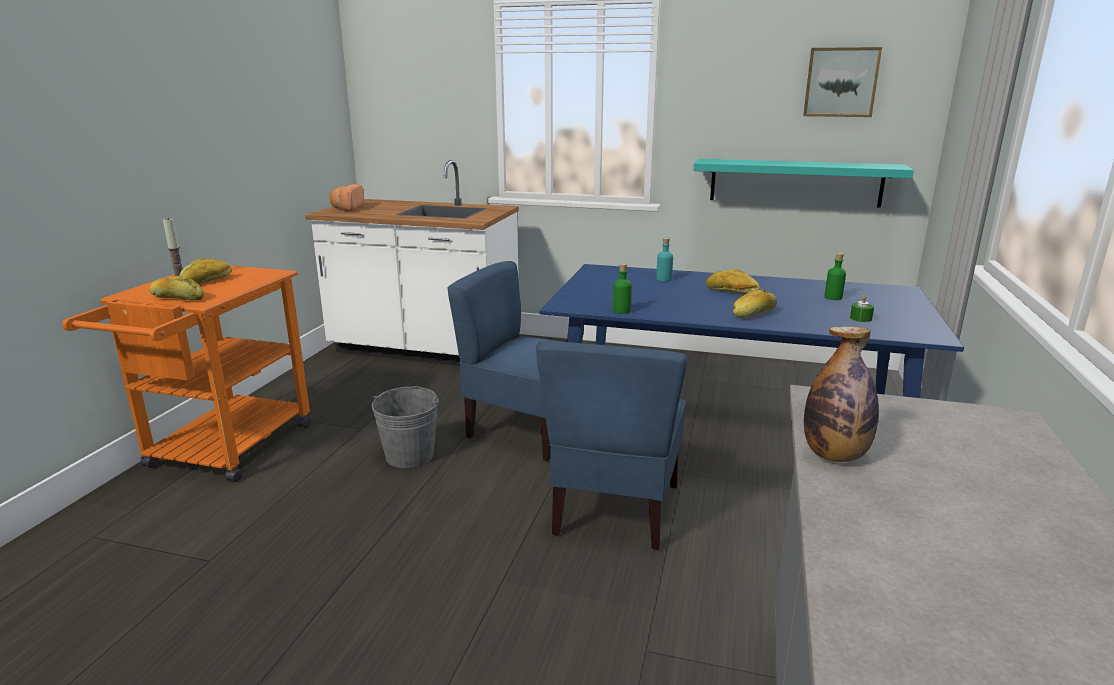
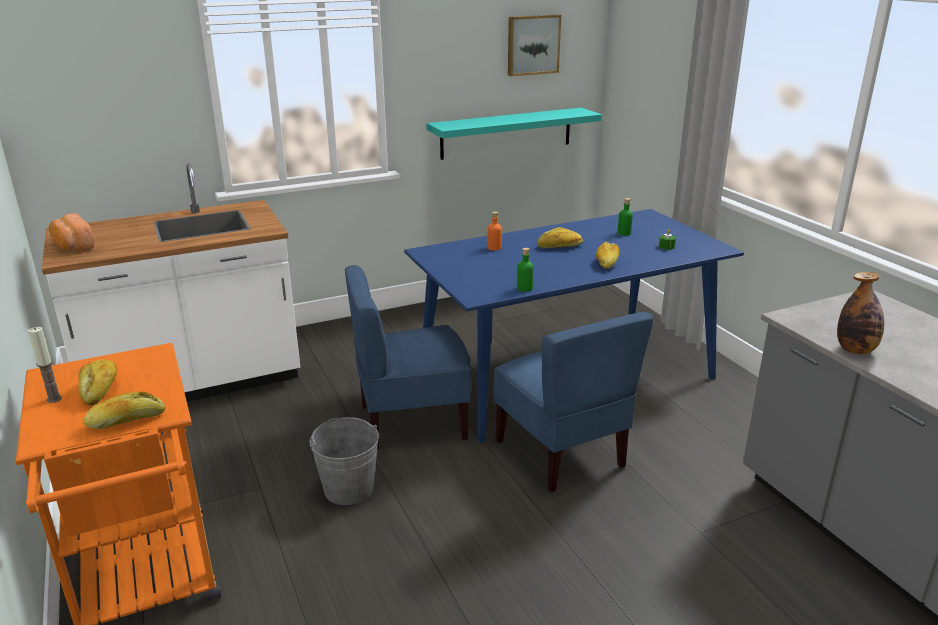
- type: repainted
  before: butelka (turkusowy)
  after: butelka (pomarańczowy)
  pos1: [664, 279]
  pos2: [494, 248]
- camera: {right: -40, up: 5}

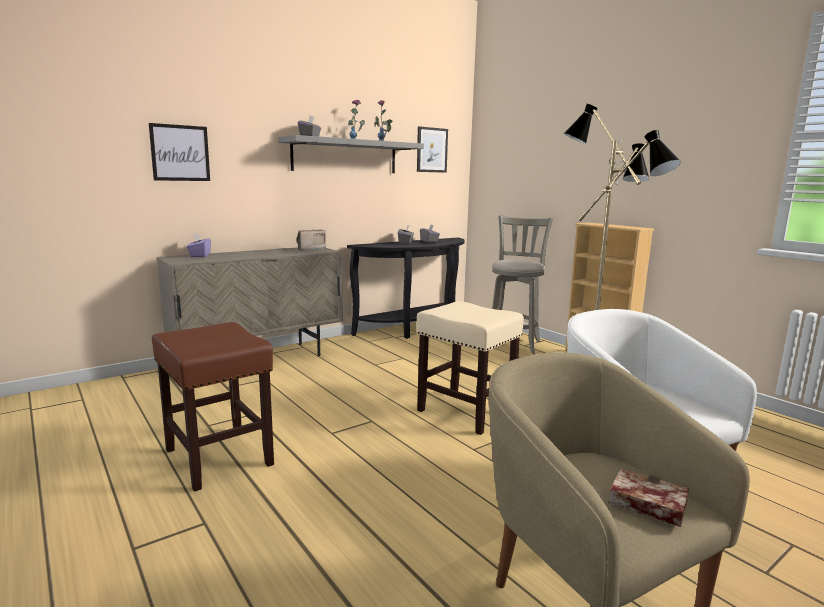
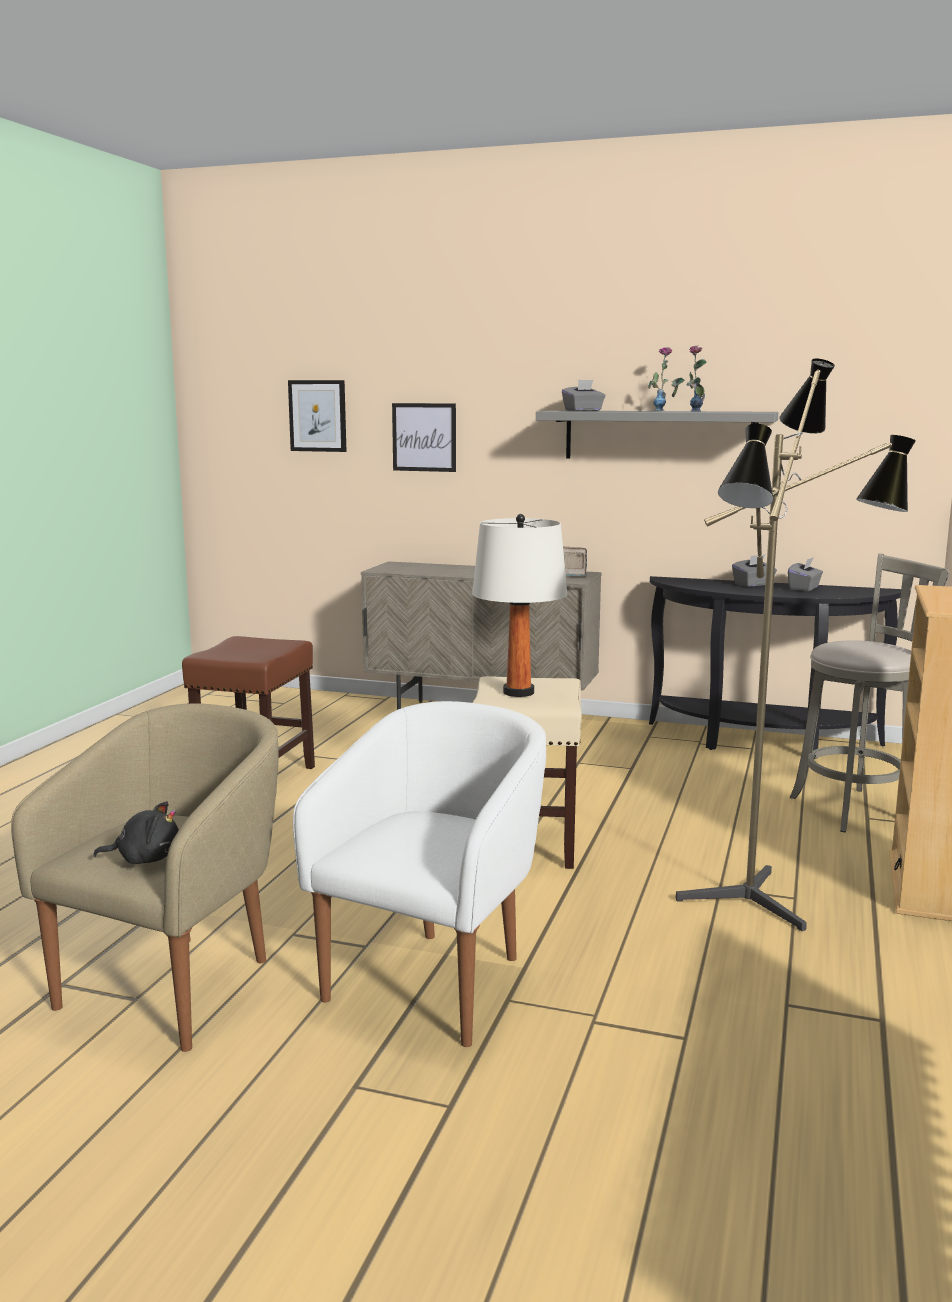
- type: swapped
  before: książka
  after: pluszak (czarny)
  pos1: [644, 503]
  pos2: [145, 859]
- type: shifted
  before: obraz
  pos1: [431, 150]
  pos2: [318, 416]
- type: new
  after: lampa stołowa (biały)
  pos2: [518, 692]
- type: gone
  before: pudełko chusteczek (fioletowy)
  pos1: [199, 255]
- camera: {right: 55, up: 0}

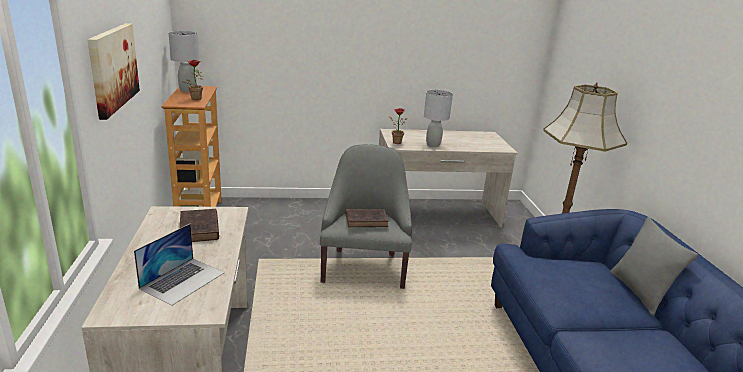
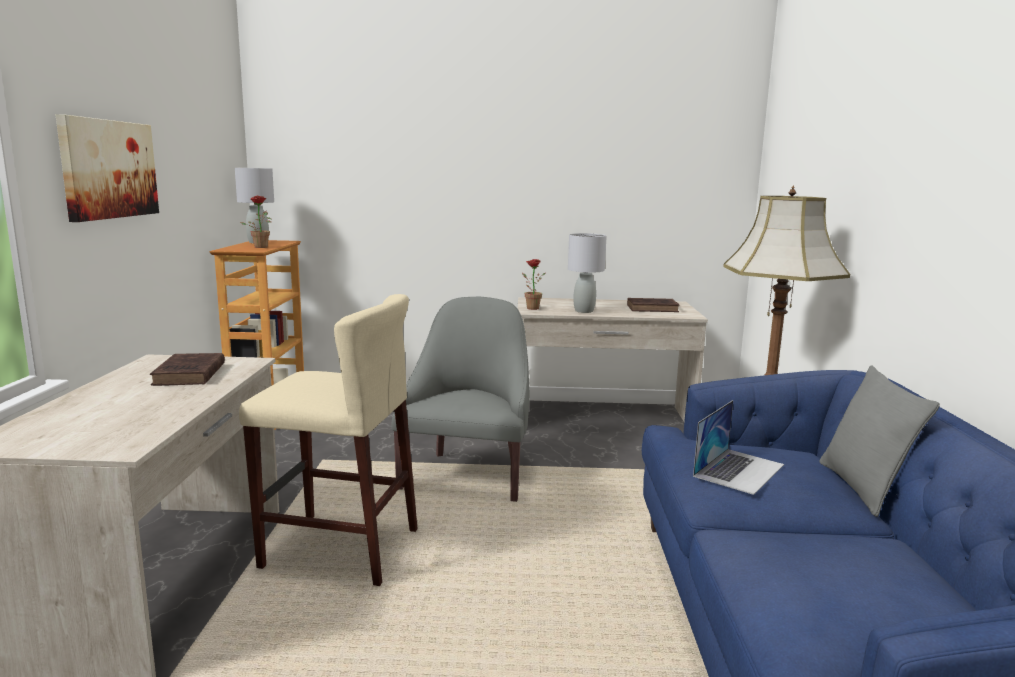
- type: new
  after: stołek (beżowy)
  pos2: [340, 548]
- type: shifted
  before: książka (brązowy)
  pos1: [367, 220]
  pos2: [653, 308]
- type: shifted
  before: laptop
  pos1: [183, 280]
  pos2: [739, 470]
- camera: {right: 10, up: -10}

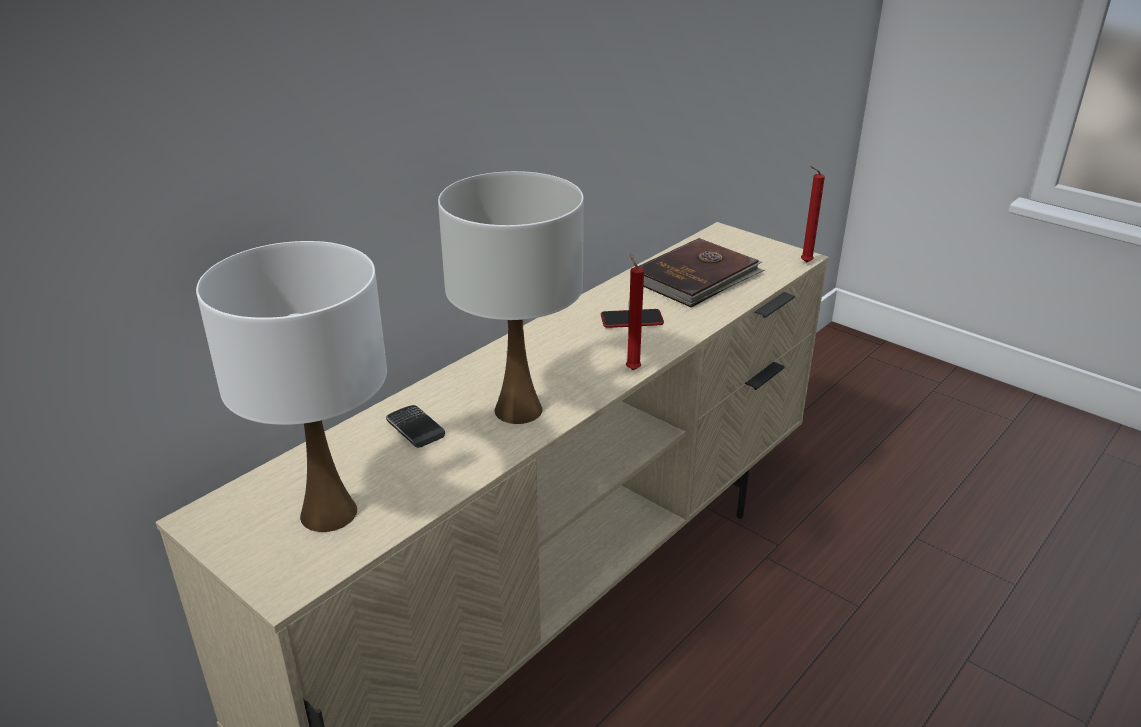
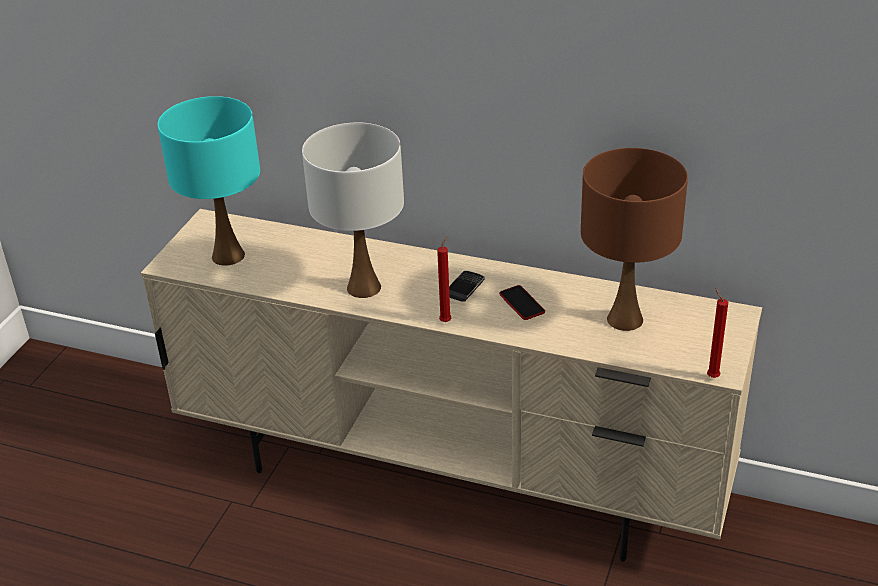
- type: repainted
  before: lampa stołowa (biały)
  after: lampa stołowa (turkusowy)
  pos1: [330, 513]
  pos2: [228, 256]
- type: shifted
  before: telefon
  pos1: [415, 429]
  pos2: [464, 288]
- type: swapped
  before: książka (brązowy)
  after: lampa stołowa (brązowy)
  pos1: [697, 277]
  pos2: [625, 320]
- camera: {right: 70, up: 5}

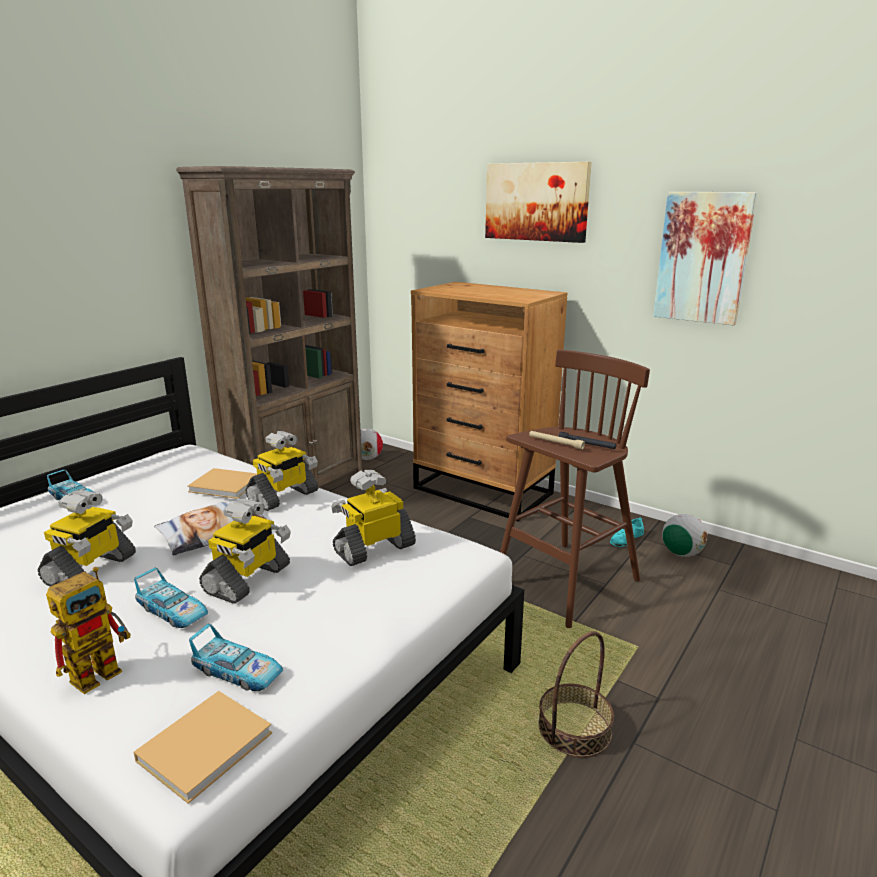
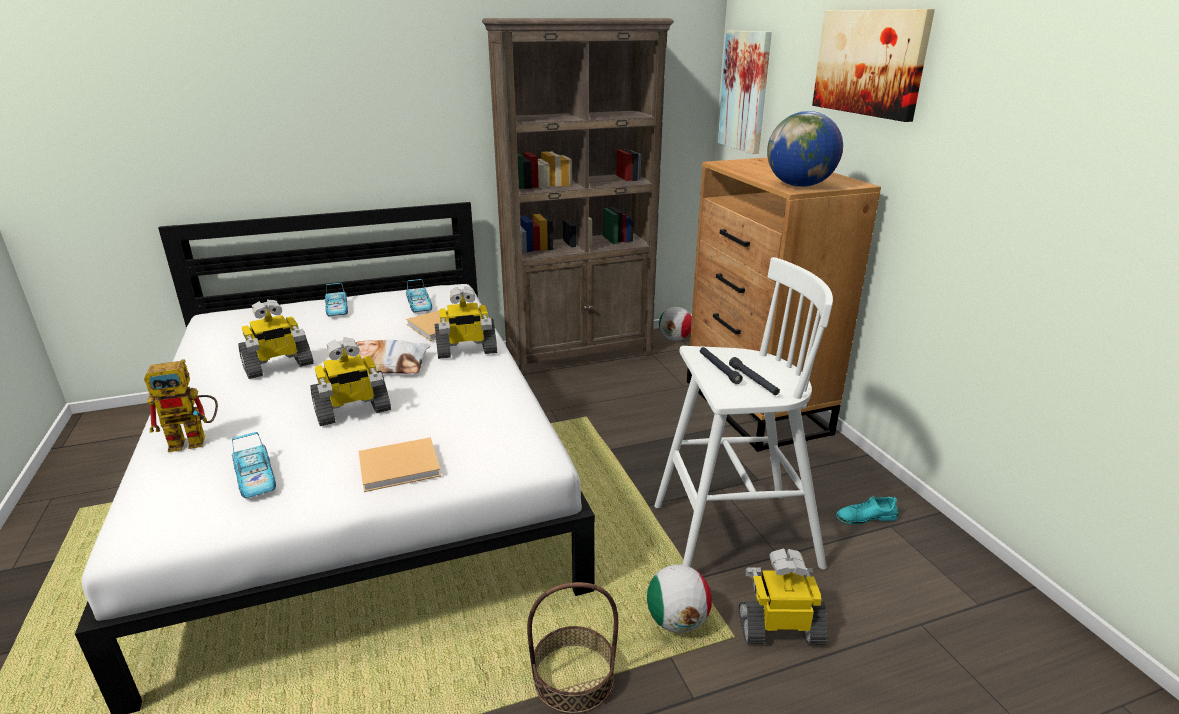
- type: shifted
  before: książka (beżowy)
  pos1: [208, 744]
  pos2: [402, 466]
- type: shifted
  before: samochodzik
  pos1: [173, 611]
  pos2: [419, 305]
- type: shifted
  before: piłka futbolowa
  pos1: [681, 553]
  pos2: [677, 621]
- type: repainted
  before: stołek (brązowy)
  after: stołek (biały)
  pos1: [564, 584]
  pos2: [731, 536]
- type: repainted
  before: latarka (beżowy)
  after: latarka (czarny)
  pos1: [555, 443]
  pos2: [719, 368]
- type: shifted
  before: obraz
  pos1: [703, 258]
  pos2: [745, 91]
- type: shifted
  before: robot zabawkowy
  pos1: [374, 548]
  pos2: [780, 627]
- type: new
  after: globus
  pos2: [800, 186]
- camera: {right: 35, up: 5}

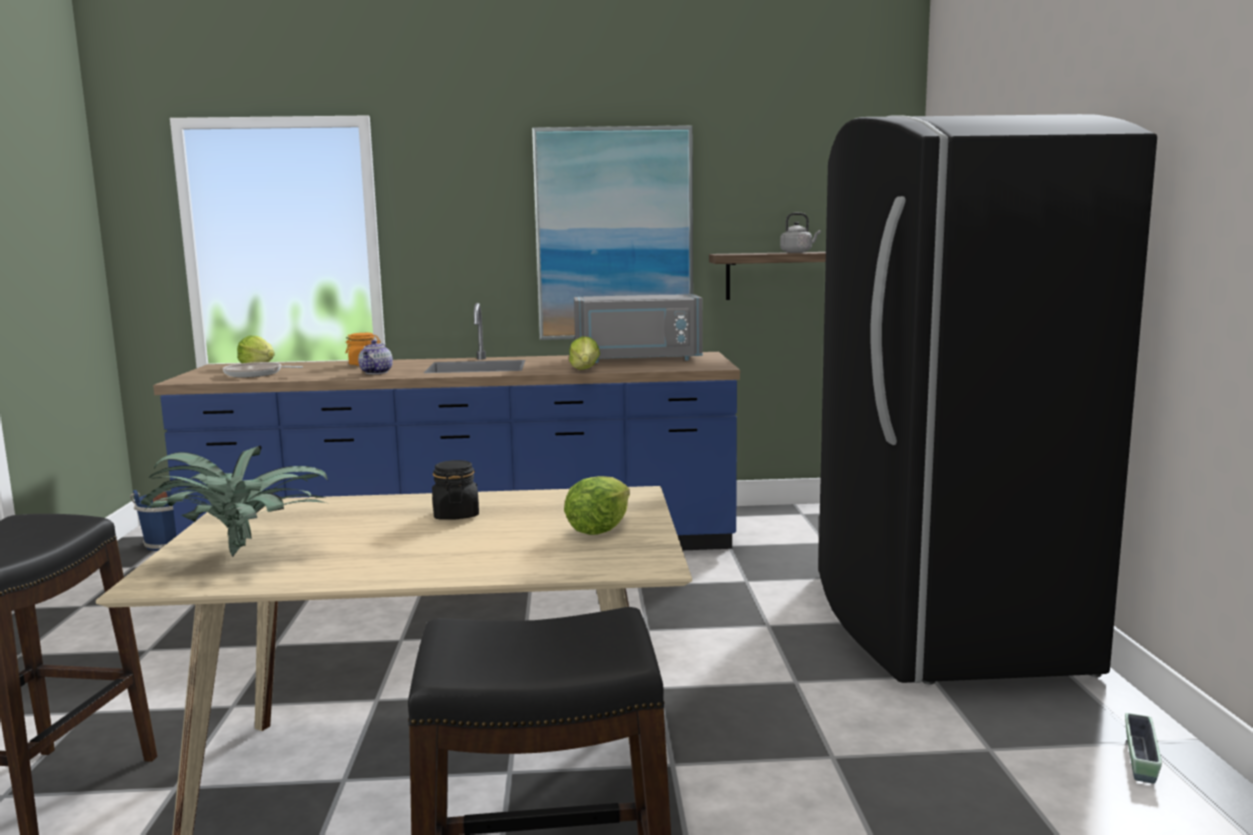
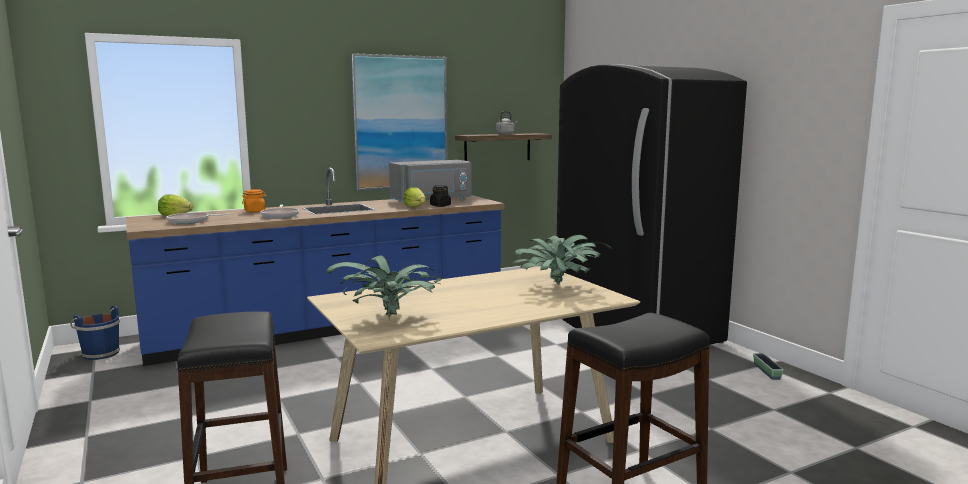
- type: swapped
  before: imbryk
  after: patelnia
  pos1: [377, 372]
  pos2: [280, 215]
- type: shifted
  before: słoik (czarny)
  pos1: [456, 515]
  pos2: [440, 206]
- type: swapped
  before: sałata
  after: roślina doniczkowa
  pos1: [599, 529]
  pos2: [557, 287]
- camera: {right: -25, up: 0}

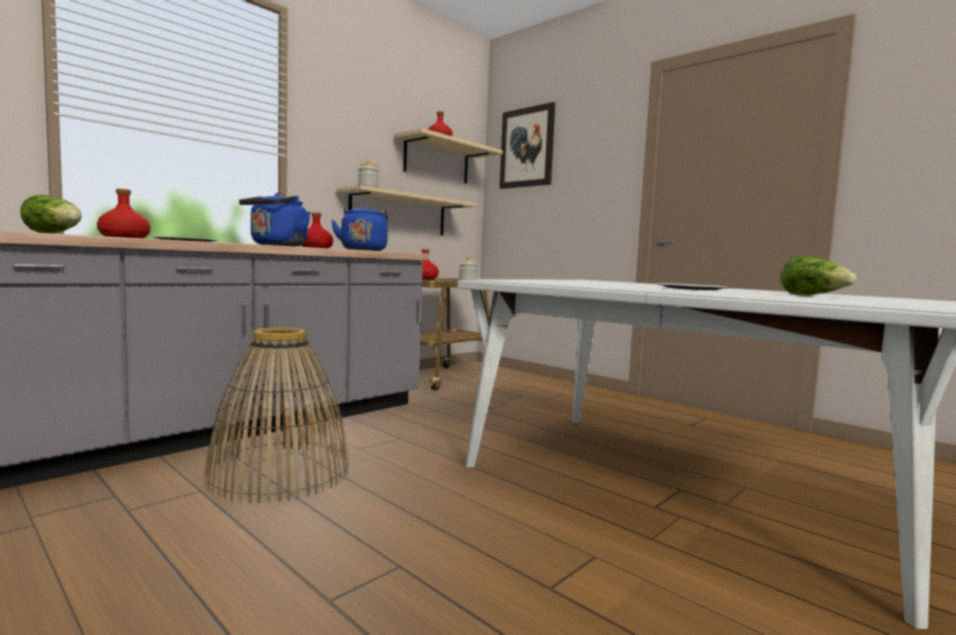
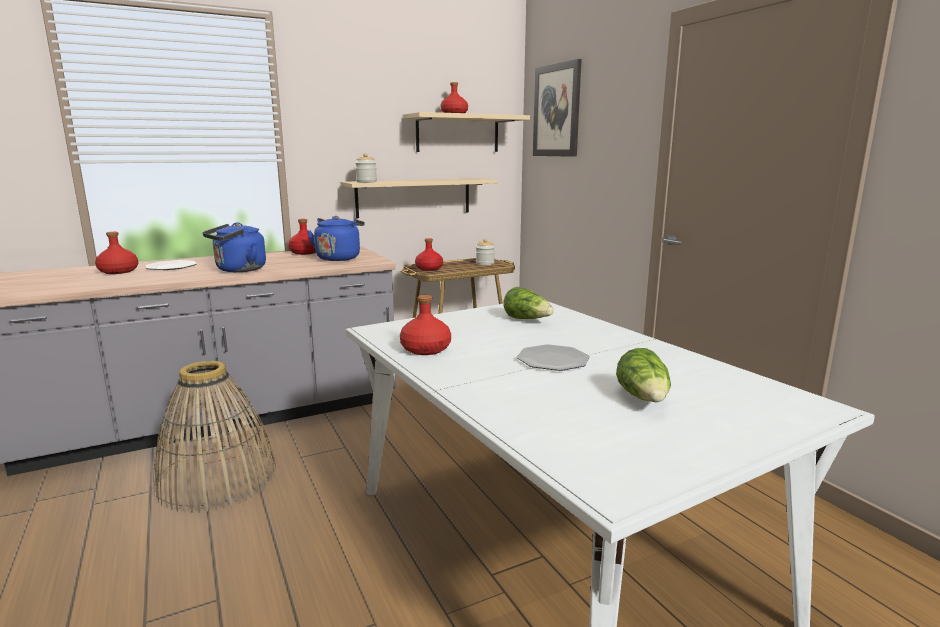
- type: new
  after: butelka (czerwony)
  pos2: [425, 349]
- type: shifted
  before: sałata
  pos1: [55, 233]
  pos2: [527, 320]
- camera: {right: 20, up: 10}

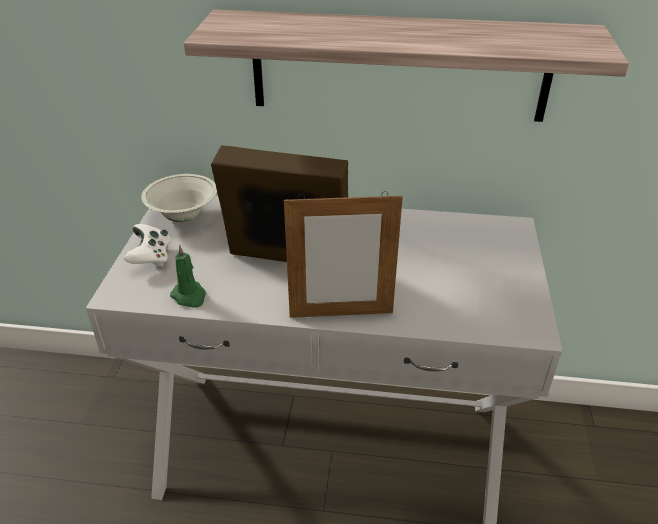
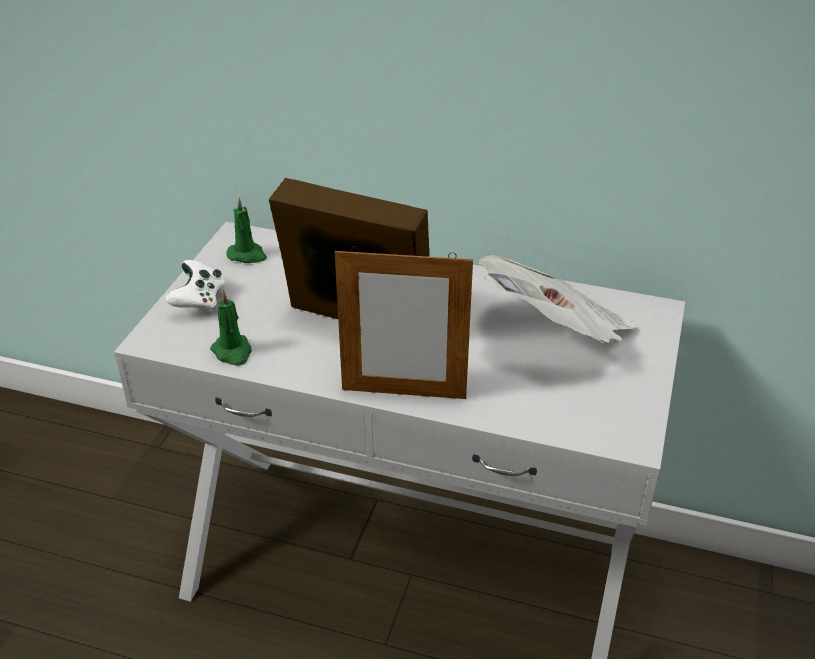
- type: swapped
  before: miska (biały)
  after: świeca (zielony)
  pos1: [183, 216]
  pos2: [247, 255]
- type: new
  after: gazeta
  pos2: [556, 334]
- type: gone
  before: półka
  pos1: [399, 66]
- camera: {right: 10, up: 0}

